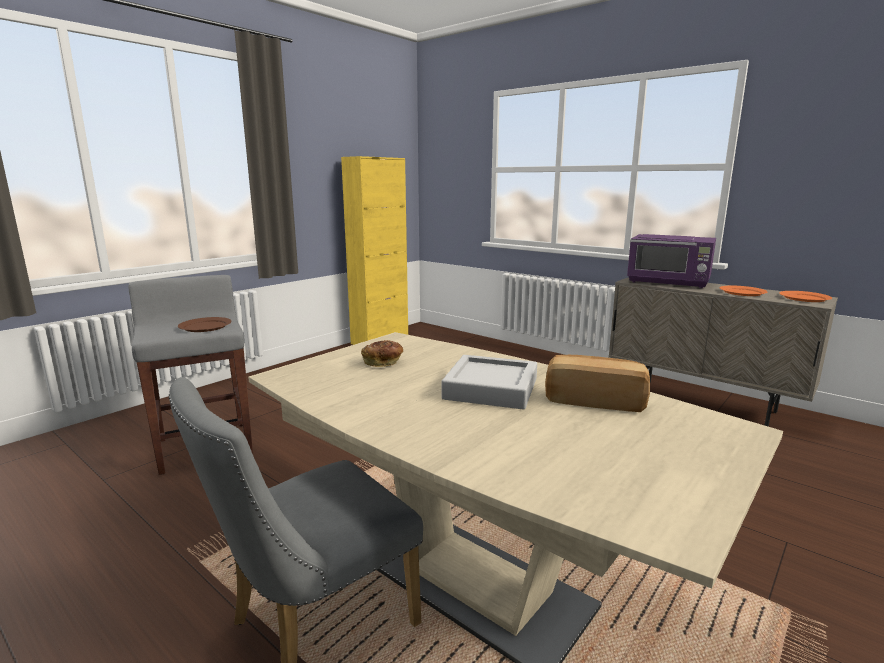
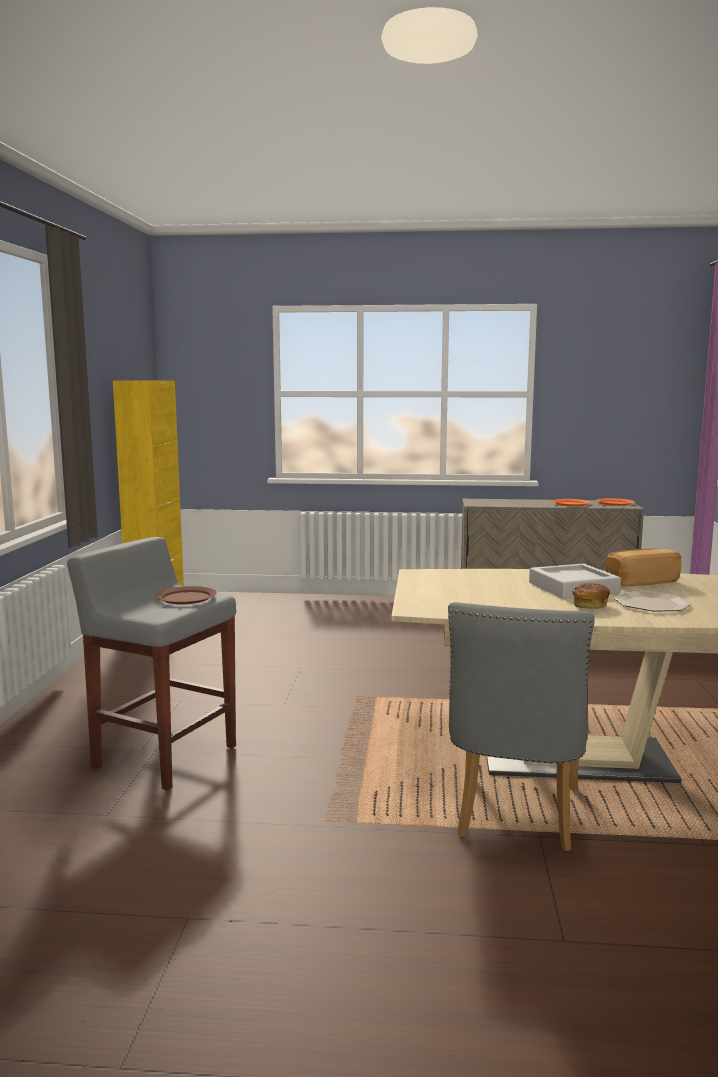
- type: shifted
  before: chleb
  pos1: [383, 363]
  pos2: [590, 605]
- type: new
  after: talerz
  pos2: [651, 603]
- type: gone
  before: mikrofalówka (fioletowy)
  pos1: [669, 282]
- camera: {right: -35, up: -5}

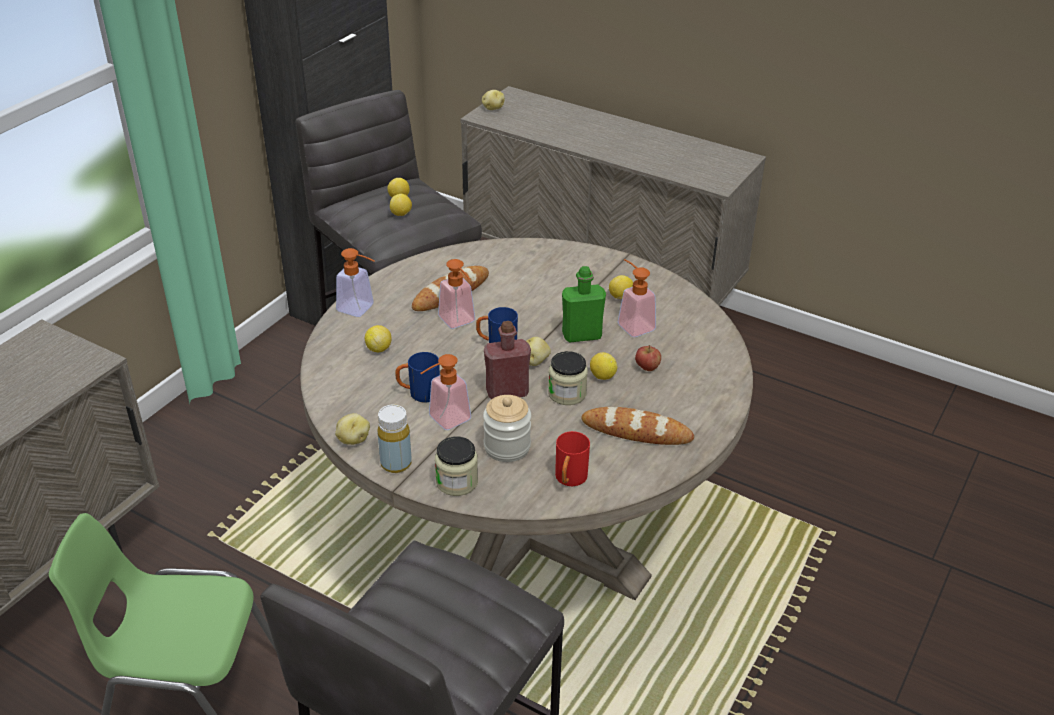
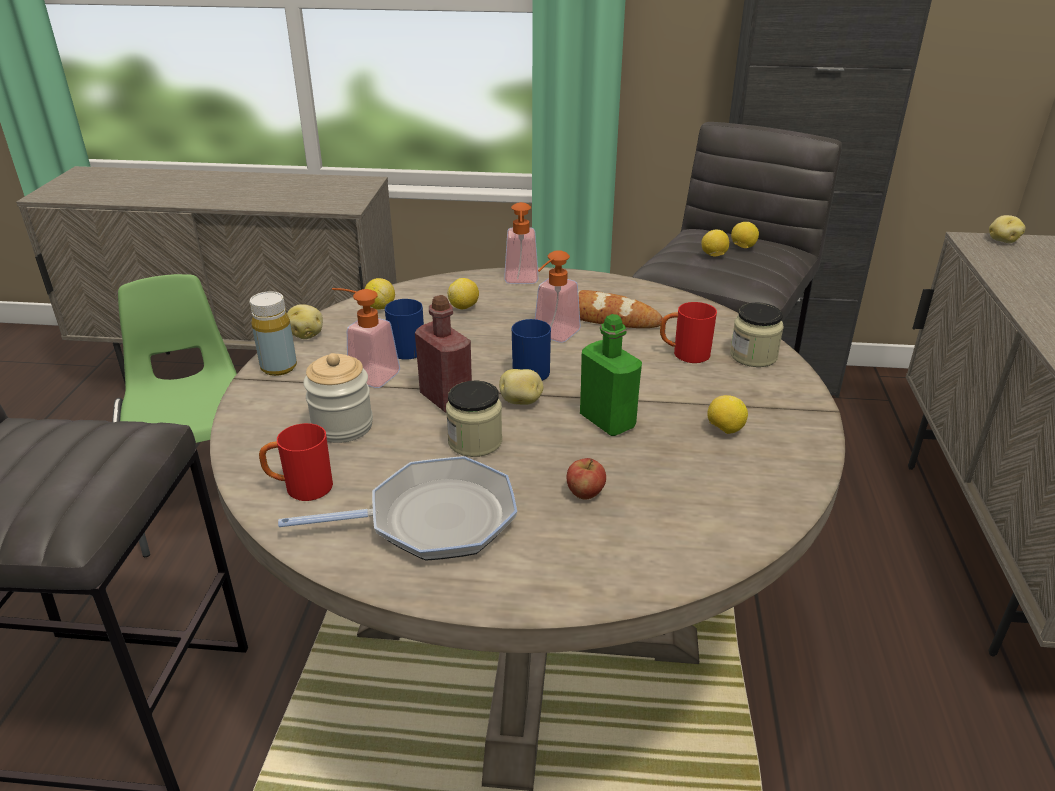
- type: swapped
  before: chleb
  after: patelnia
  pos1: [636, 431]
  pos2: [433, 519]
- type: shifted
  before: cytryna
  pos1: [602, 376]
  pos2: [380, 307]
- type: new
  after: kubek (czerwony)
  pos2: [684, 354]
- type: shifted
  before: słoik
  pos1: [457, 482]
  pos2: [753, 356]
- type: gone
  before: dozownik mydła
  pos1: [632, 324]
- camera: {right: 65, up: -5}

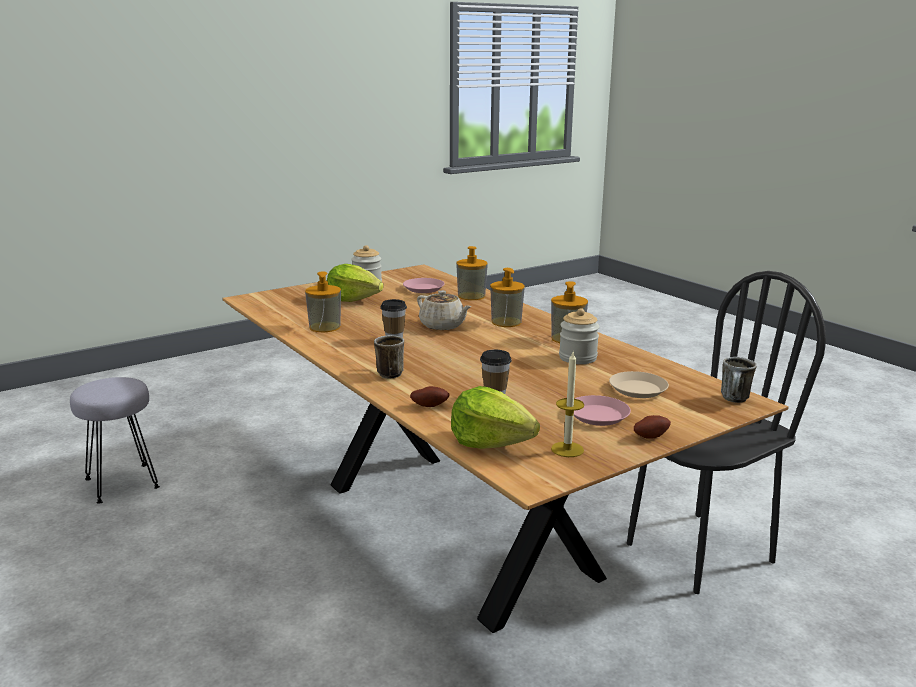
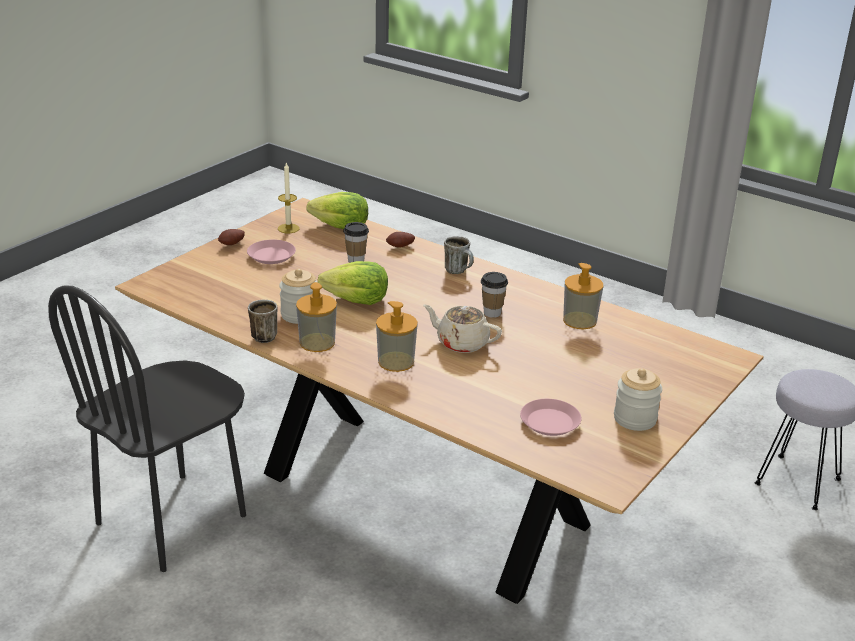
- type: shifted
  before: kubek
  pos1: [735, 401]
  pos2: [263, 335]
- type: shifted
  before: sałata
  pos1: [353, 299]
  pos2: [357, 300]
- type: gone
  before: dozownik mydła
  pos1: [471, 296]
- type: gone
  before: talerz (beżowy)
  pos1: [638, 389]
- camera: {right: 160, up: 10}

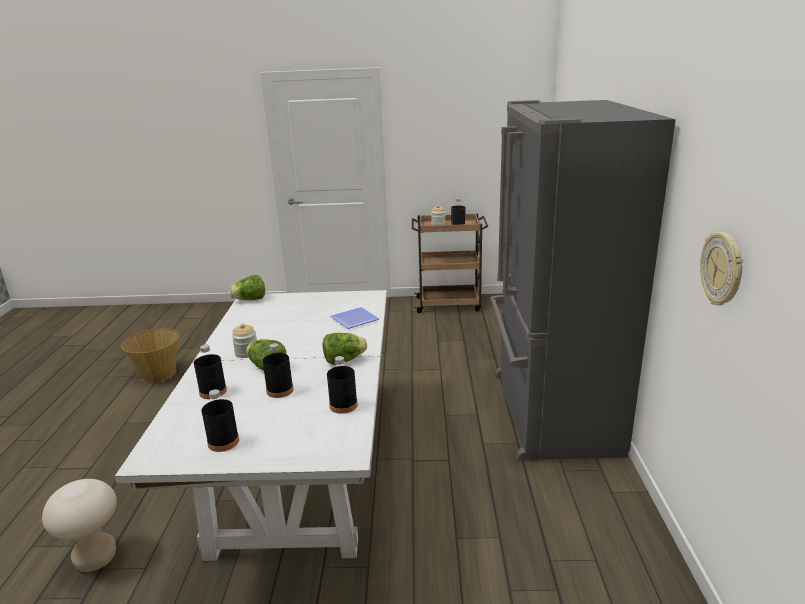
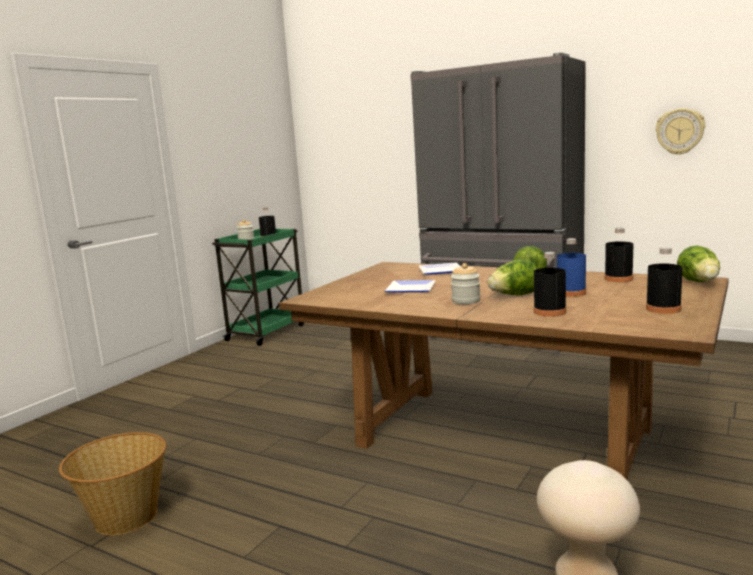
- type: repainted
  before: wózek (brązowy)
  after: wózek (zielony)
  pos1: [449, 304]
  pos2: [267, 332]
- type: repainted
  before: stół jadalny (biały)
  after: stół jadalny (brązowy)
  pos1: [301, 472]
  pos2: [500, 437]
- type: new
  after: talerz
  pos2: [409, 288]
- type: repainted
  before: butelka (czarny)
  after: butelka (niebieski)
  pos1: [280, 390]
  pos2: [571, 293]
- type: shifted
  before: sałata
  pos1: [250, 300]
  pos2: [700, 282]
- camera: {right: -60, up: -10}

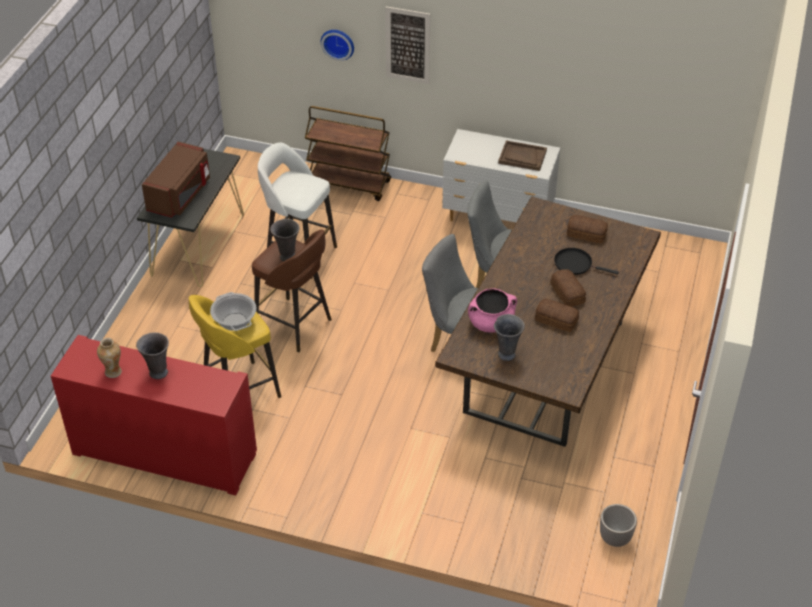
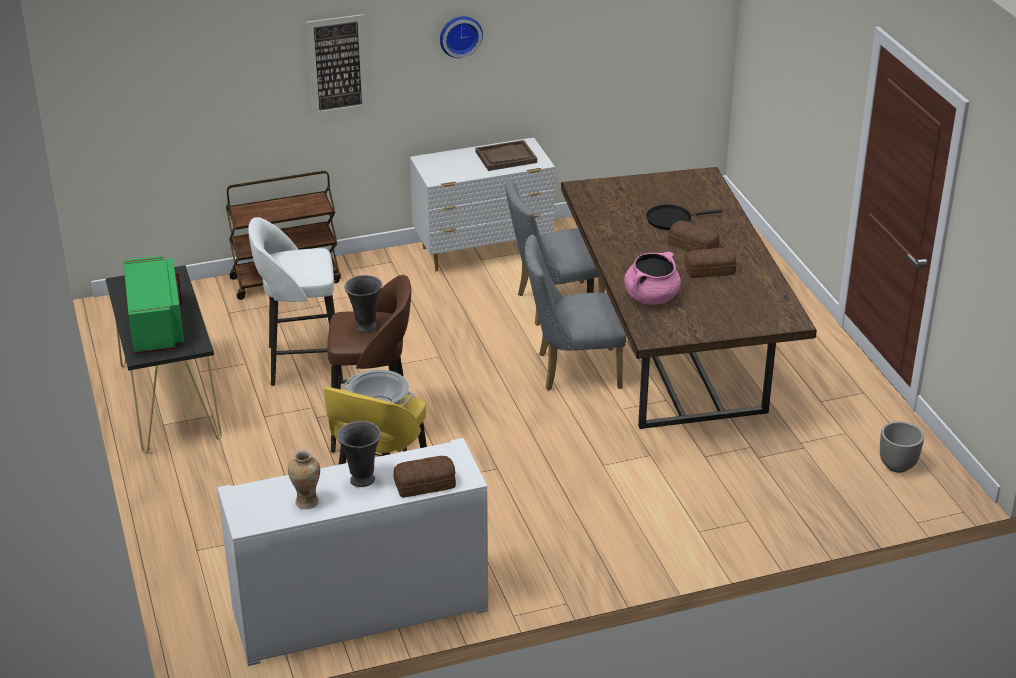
- type: repainted
  before: mikrofalówka (brązowy)
  after: mikrofalówka (zielony)
  pos1: [180, 195]
  pos2: [157, 325]
- type: repainted
  before: szafka (czerwony)
  after: szafka (biały)
  pos1: [164, 453]
  pos2: [360, 611]
- type: shifted
  before: chleb
  pos1: [587, 234]
  pos2: [426, 484]
- type: shifted
  before: zegar ścienny
  pos1: [338, 43]
  pos2: [460, 35]
- type: gone
  before: wazon (szary)
  pos1: [506, 354]
- camera: {right: -35, up: -10}

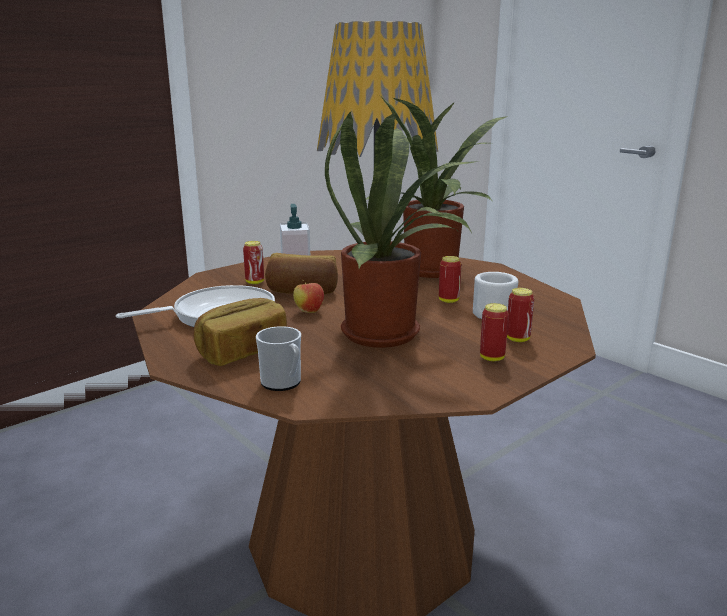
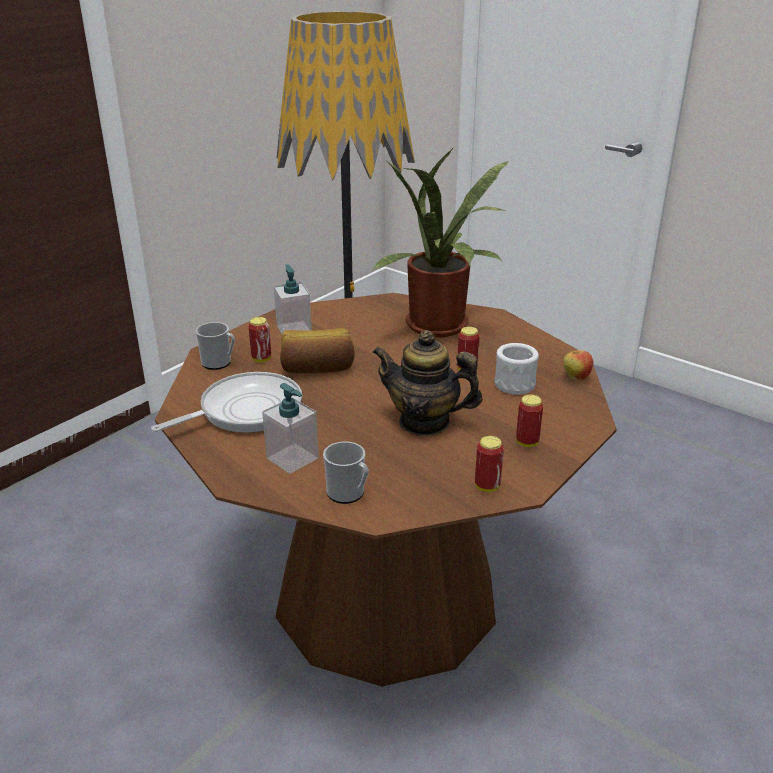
- type: new
  after: kubek
  pos2: [219, 363]
- type: swapped
  before: chleb
  after: dozownik mydła
  pos1: [242, 352]
  pos2: [292, 458]
- type: swapped
  before: roślina doniczkowa
  after: imbryk
  pos1: [389, 335]
  pos2: [424, 422]
- type: shifted
  before: puszka
  pos1: [517, 339]
  pos2: [487, 486]
- type: shifted
  before: jabłko
  pos1: [309, 311]
  pos2: [576, 377]
- camera: {right: -10, up: 10}

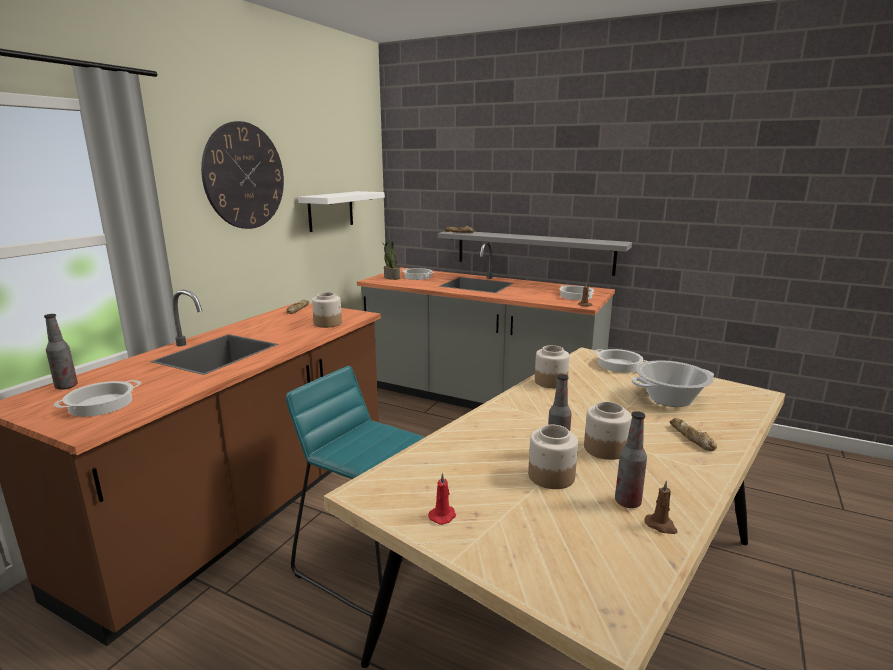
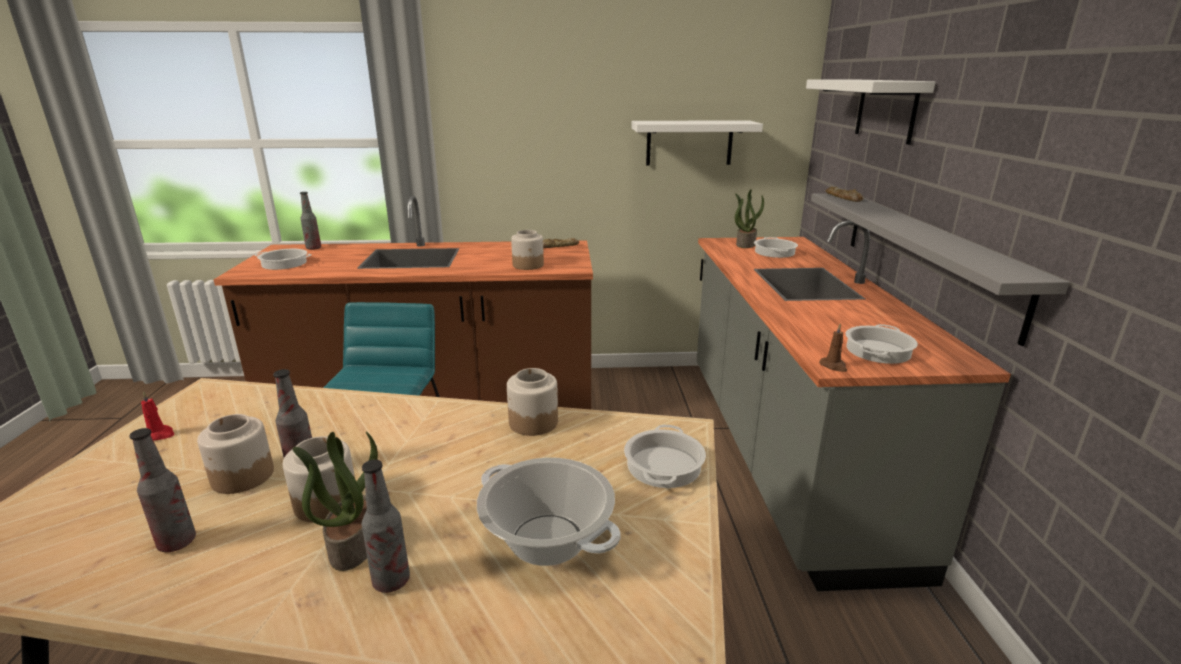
- type: new
  after: roślina doniczkowa
  pos2: [352, 544]
- type: swapped
  before: chleb
  after: butelka
  pos1: [691, 438]
  pos2: [391, 581]
- type: new
  after: półka (biały)
  pos2: [886, 110]
- type: gone
  before: zegar ścienny
  pos1: [244, 176]
- type: gone
  before: świeca (brązowy)
  pos1: [661, 526]
- camera: {right: 60, up: 5}

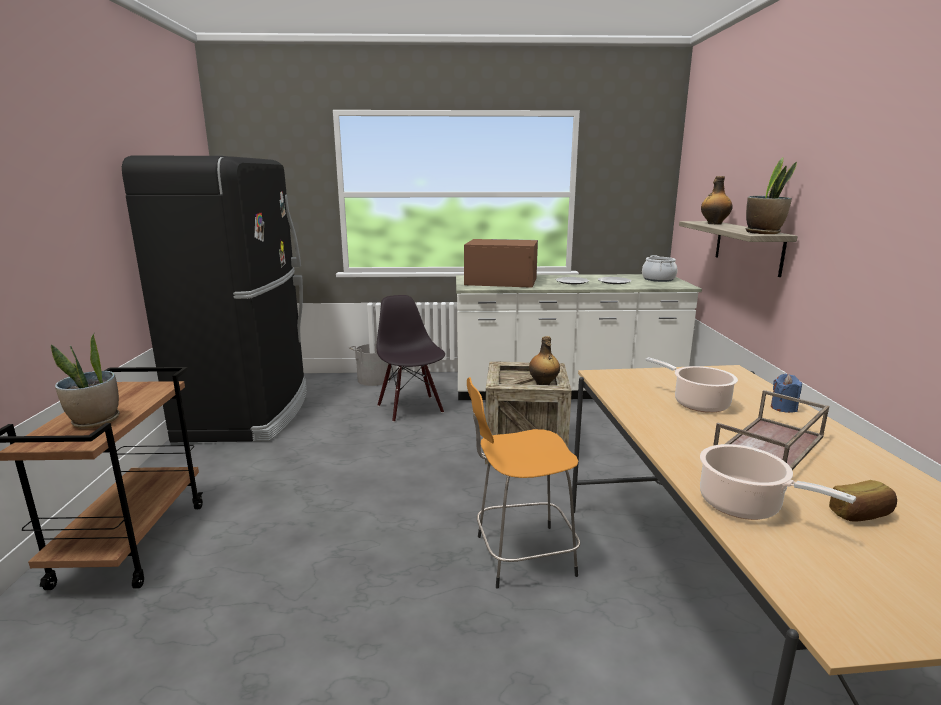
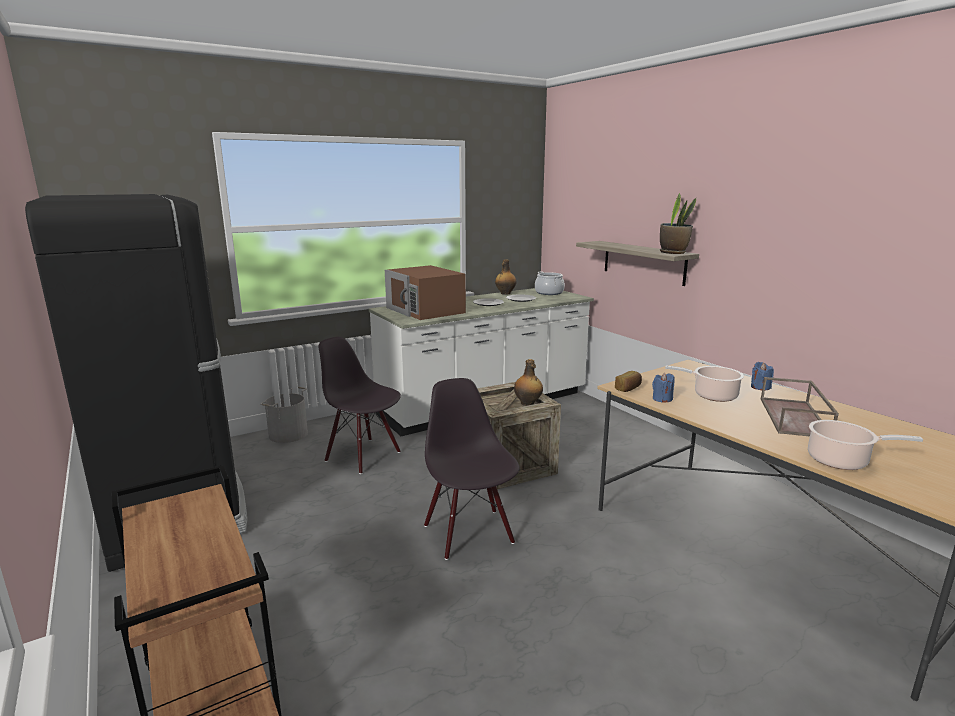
- type: rotated
  before: mikrofalówka (brązowy)
  pos1: [500, 281]
  pos2: [425, 310]
  turn: -105
- type: new
  after: krzesło (czarny)
  pos2: [469, 533]
- type: shifted
  before: butelka
  pos1: [714, 224]
  pos2: [505, 293]
- type: shifted
  before: chleb
  pos1: [861, 515]
  pos2: [628, 388]
- type: new
  after: świeca (niebieski)
  pos2: [662, 399]
- type: gone
  before: roślina doniczkowa
  pos1: [95, 421]
- type: gone
  before: stołek (pomarańczowy)
  pos1: [521, 556]
- camera: {right: -30, up: 0}

